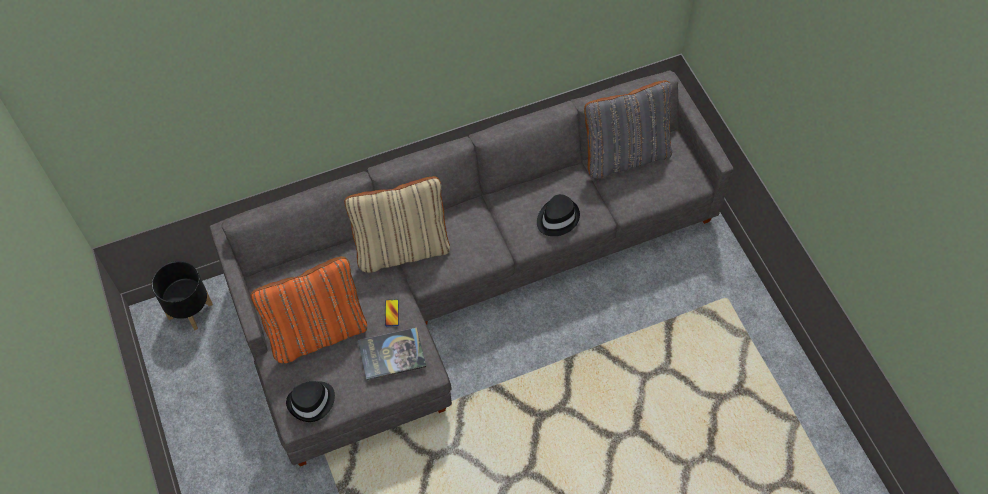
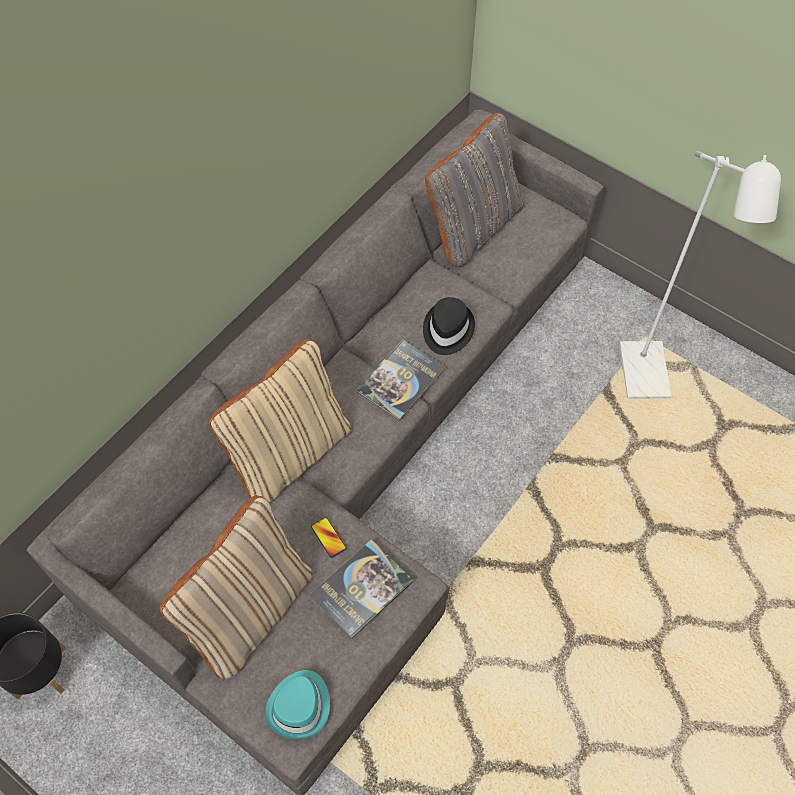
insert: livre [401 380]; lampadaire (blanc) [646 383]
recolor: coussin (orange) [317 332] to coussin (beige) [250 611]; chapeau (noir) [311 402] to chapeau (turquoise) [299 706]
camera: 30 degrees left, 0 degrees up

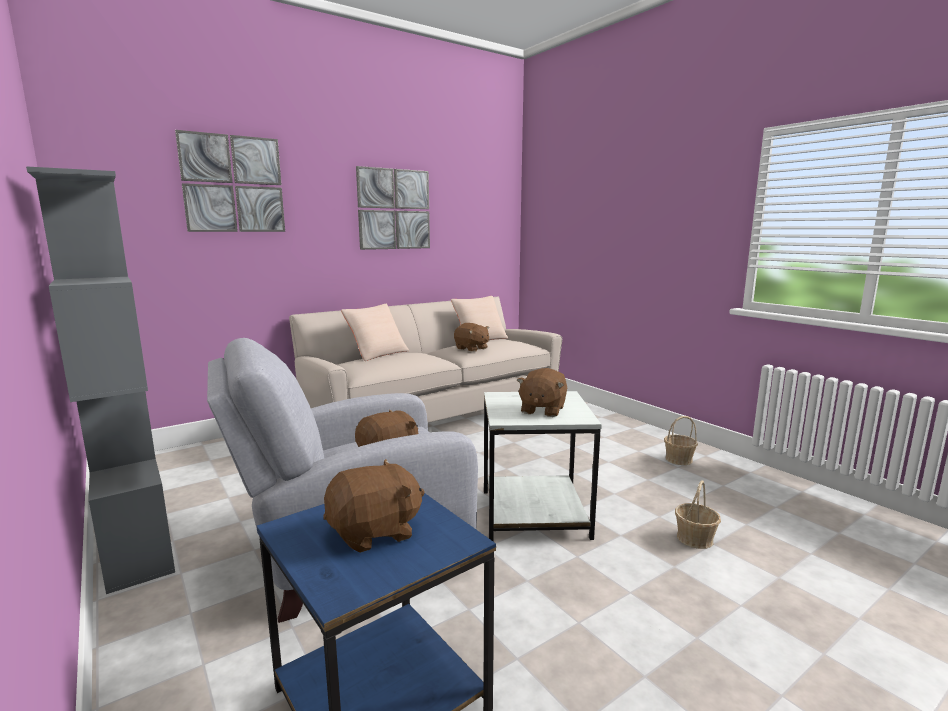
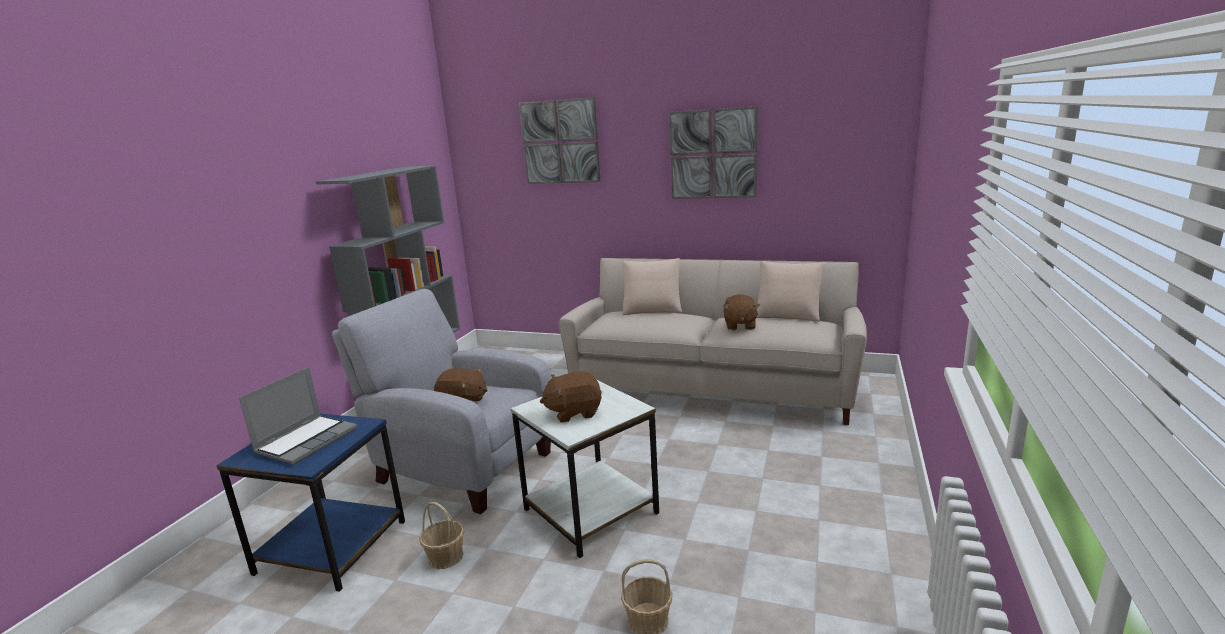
move: panier [678 459] to [445 556]
replace: peluche (marron) [375 532] to ordinateur portable [307 440]
camera: 55 degrees right, 5 degrees up

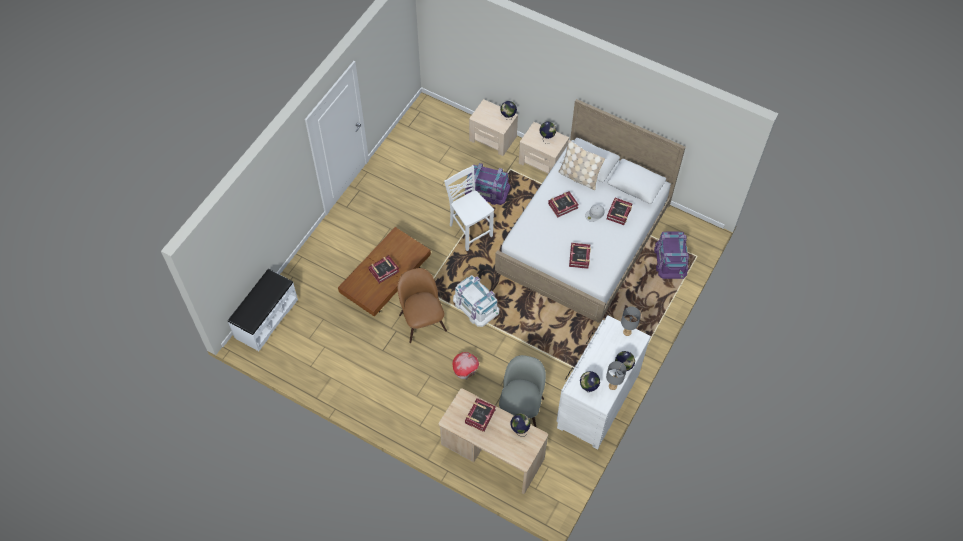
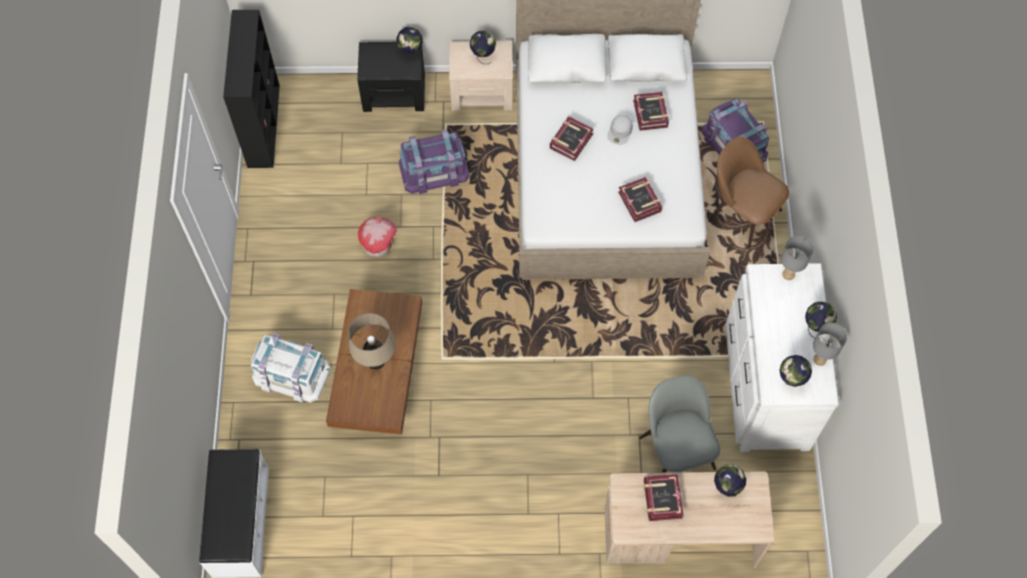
delete: chaise (blanc) [470 230]; coussin (beige) [579 177]
insert: bibliothèque (noir) [263 125]
move: chaise (marron) [422 321] to [742 213]; maison miniature [465 370] to [378 243]; boîte de rangement (blanc) [476 305] to [292 373]
replace: livre [384 270] to lampe de table (beige) [376 361]
recolor: table de chevet (beige) [493 138] to table de chevet (noir) [394 92]
camera: 30 degrees left, 5 degrees up

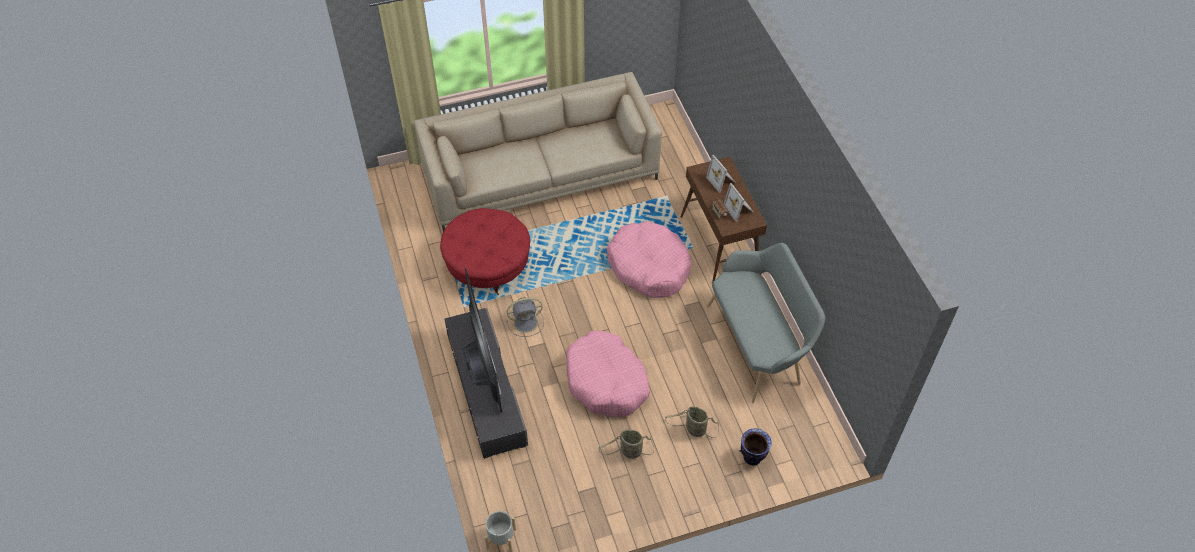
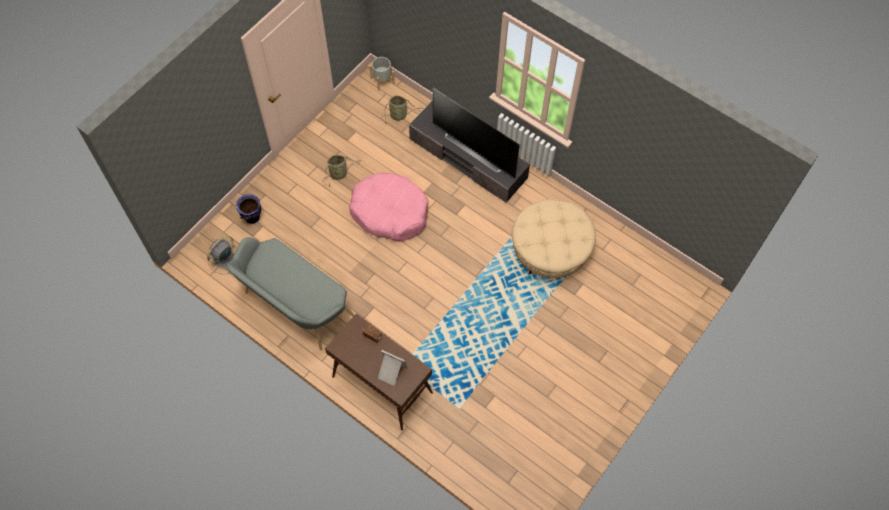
delete: canapé (beige) [540 175]; panier pour chien (rose) [649 266]; cadre photo [739 209]
move: ventilateur (gris) [526 322] to [223 259]; panier [694 429] to [399 115]
recolor: pouf (rouge) [488 265] to pouf (beige) [550 250]
camera: 145 degrees right, 10 degrees up

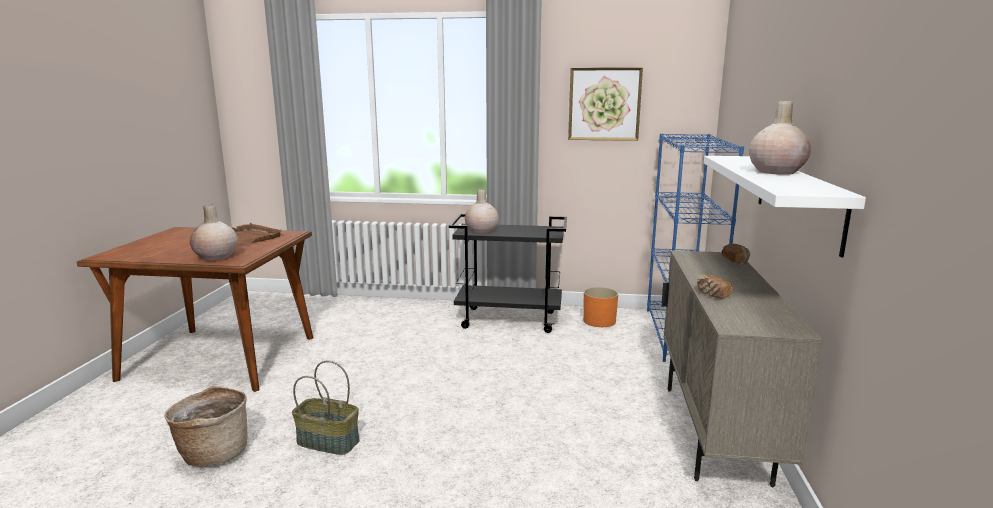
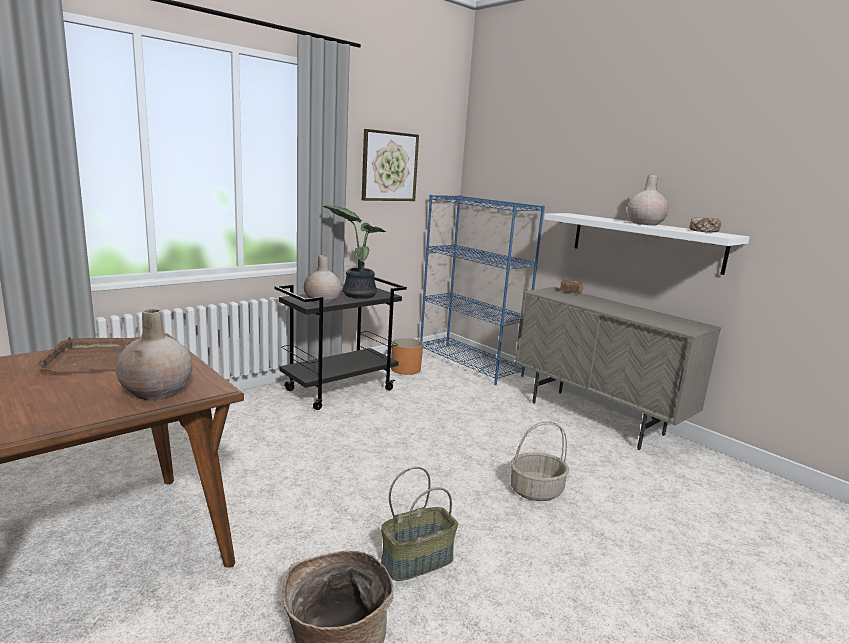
insert: plante en pot [358 294]; panier [536 490]
move: pain [712 294] to [703 231]
camera: 50 degrees left, 0 degrees up

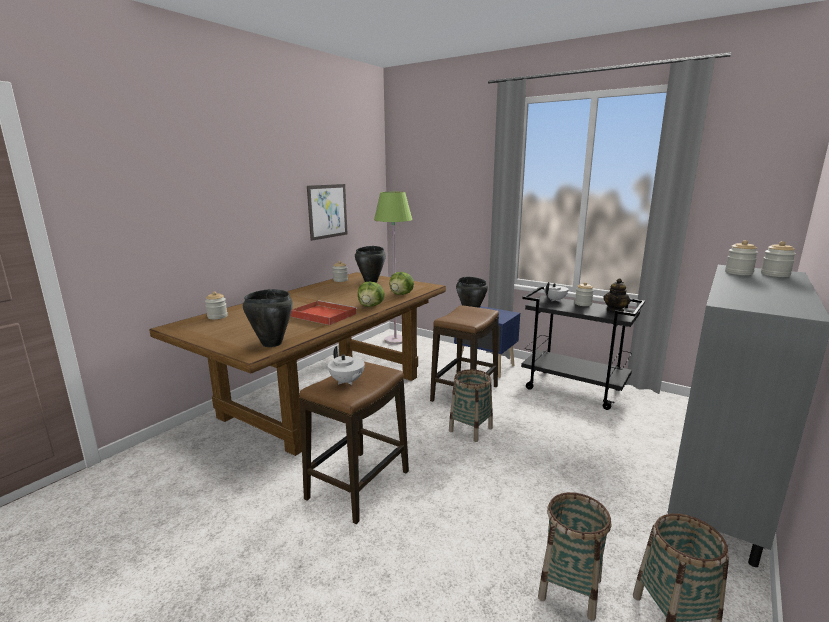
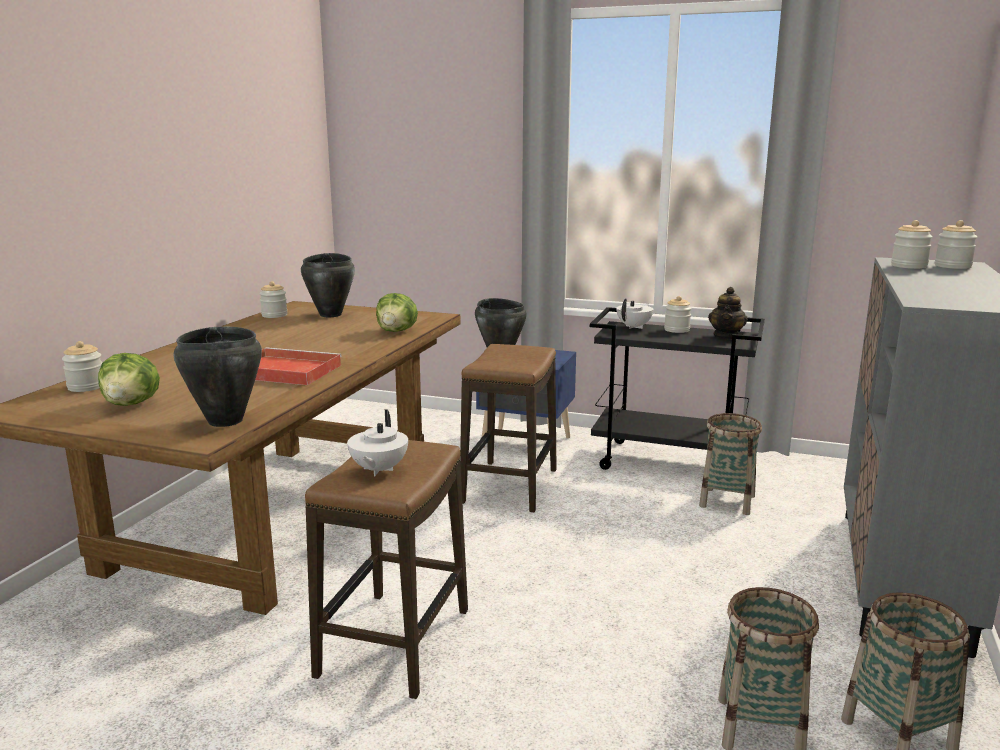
delete: tableau [327 211]; lampadaire (vert) [395 340]
move: laitue [371 306] to [132 404]; panier [470 429] to [727 501]
rotate: théière (blanc) [347 382] = [378 470] 60 degrees clockwise
camera: 15 degrees left, 0 degrees up

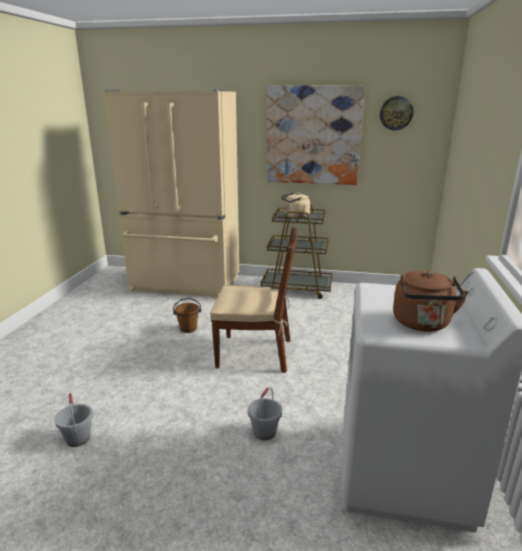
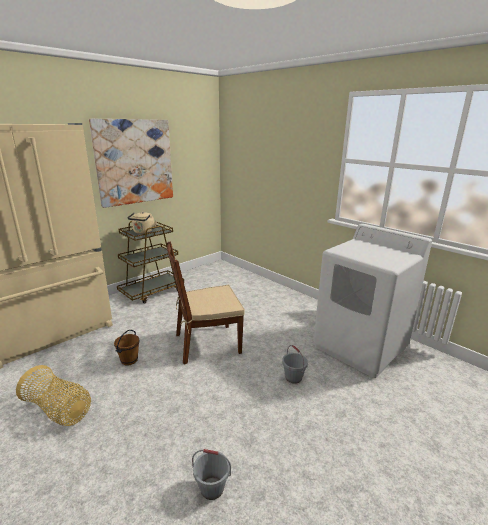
delete: horloge murale [396 113]; bouilloire (marron) [422 324]
insert: panier [59 410]
rotate: chaise (marron) [255 353] = [207 344] 150 degrees counterclockwise
camera: 55 degrees left, 0 degrees up

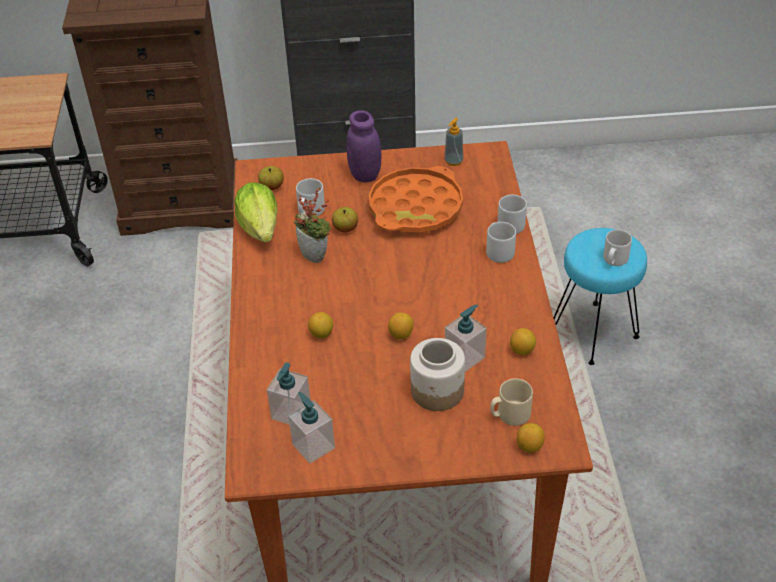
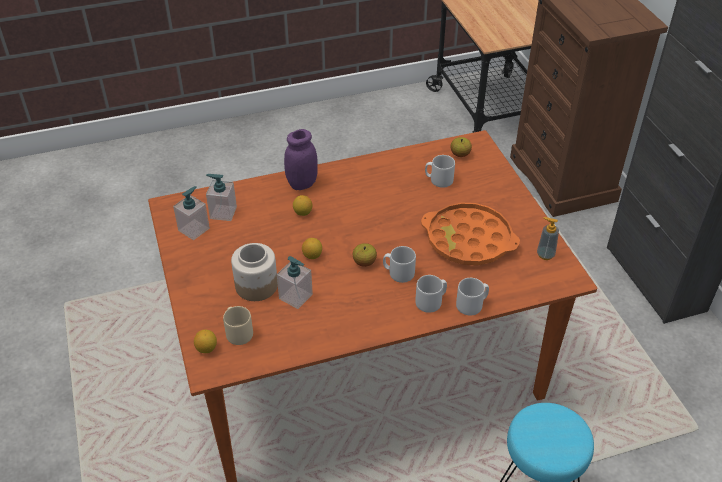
delete: laitue [260 228]; plante en pot [316 255]; citron [522 350]
move: pomme [345 228] to [364 262]; bocal (violet) [365 175] to [302 183]; mug (gris) [614 260] to [398 273]
camera: 75 degrees right, 0 degrees up

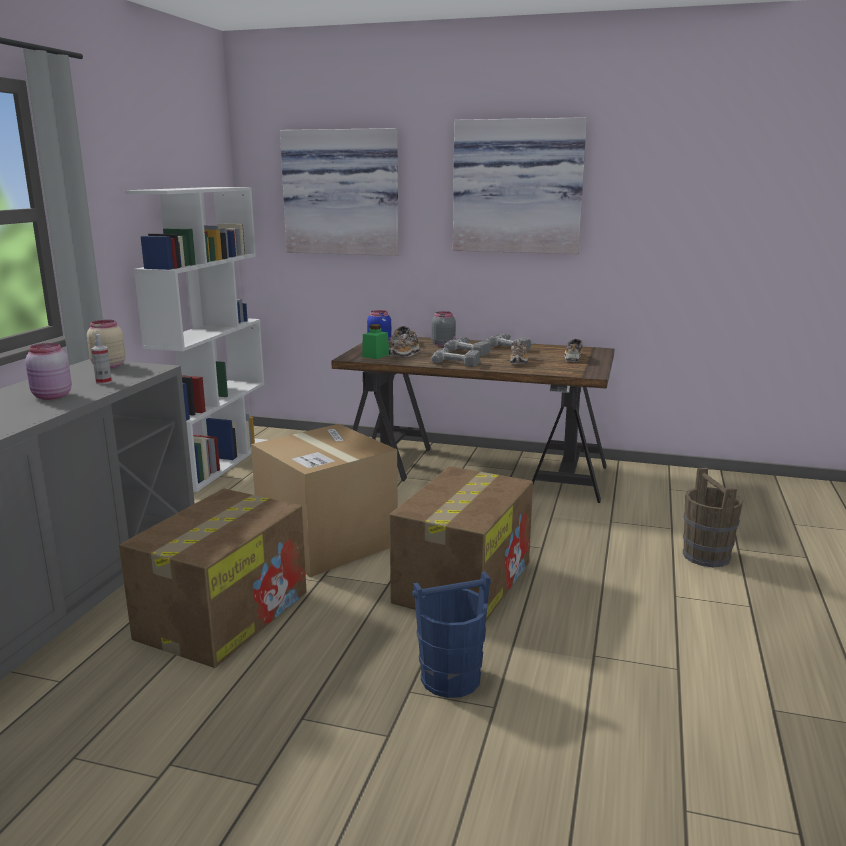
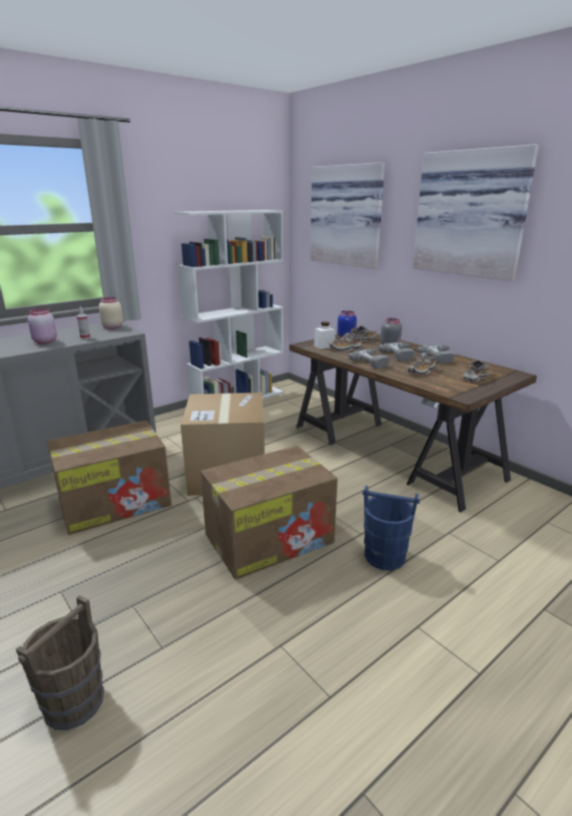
move: seau (bleu) [451 678] to [385 556]; seau (marron) [706 556] to [73 702]
recolor: bocal (vert) [375 355] to bocal (blanc) [324 346]
camera: 35 degrees right, 5 degrees up

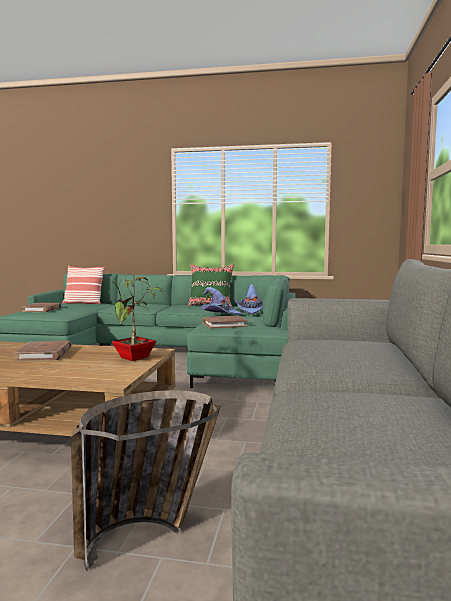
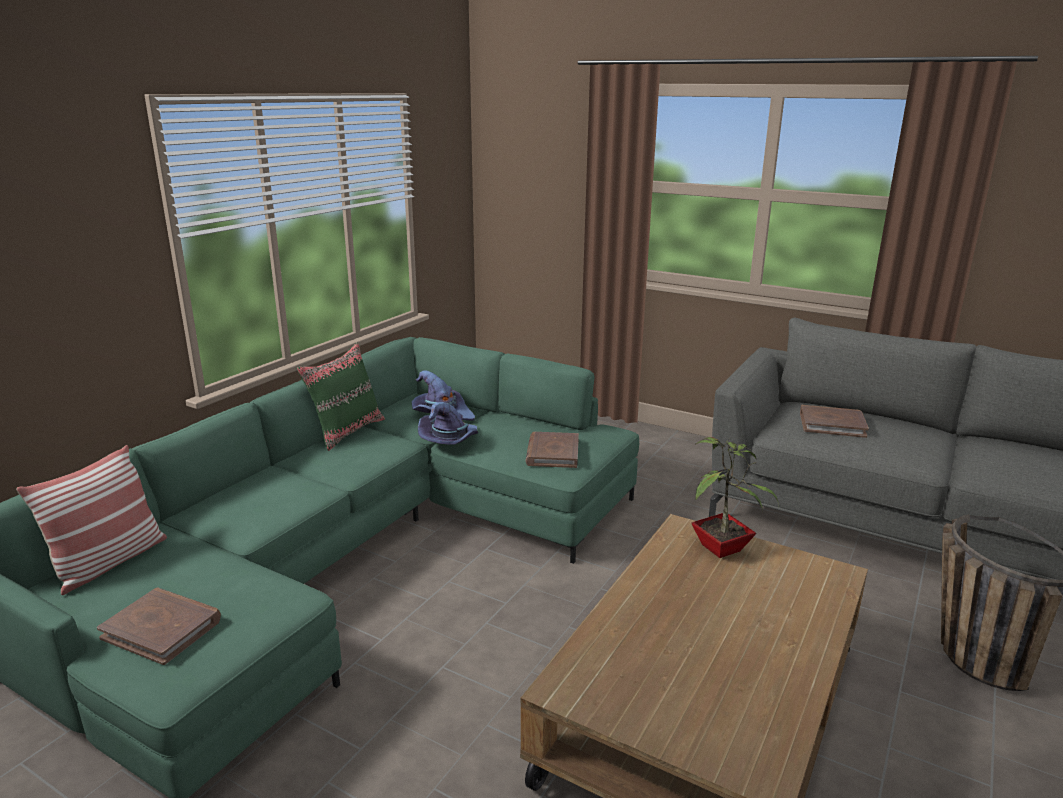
move: livre (marron) [44 354] to [832 424]
camera: 70 degrees left, 15 degrees up

